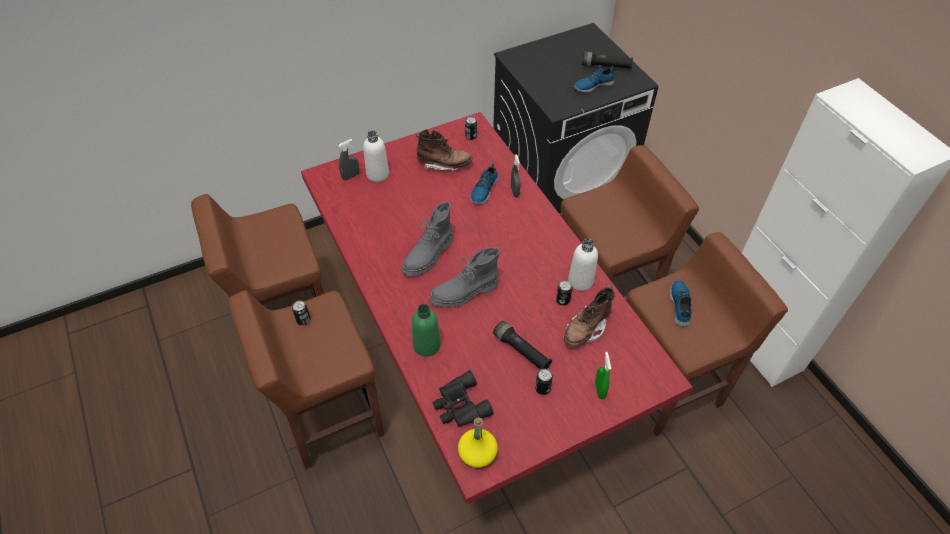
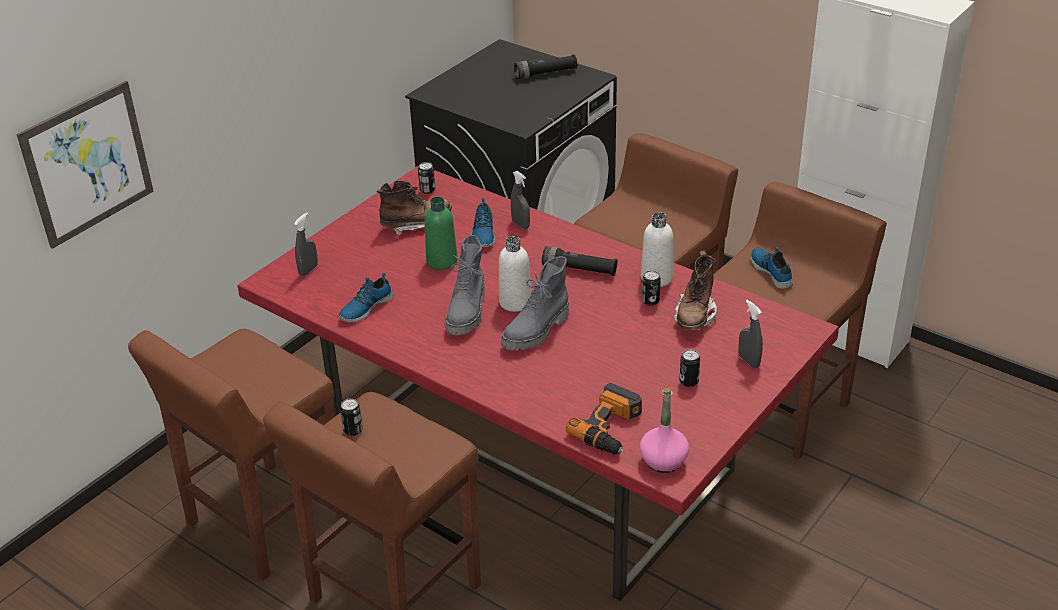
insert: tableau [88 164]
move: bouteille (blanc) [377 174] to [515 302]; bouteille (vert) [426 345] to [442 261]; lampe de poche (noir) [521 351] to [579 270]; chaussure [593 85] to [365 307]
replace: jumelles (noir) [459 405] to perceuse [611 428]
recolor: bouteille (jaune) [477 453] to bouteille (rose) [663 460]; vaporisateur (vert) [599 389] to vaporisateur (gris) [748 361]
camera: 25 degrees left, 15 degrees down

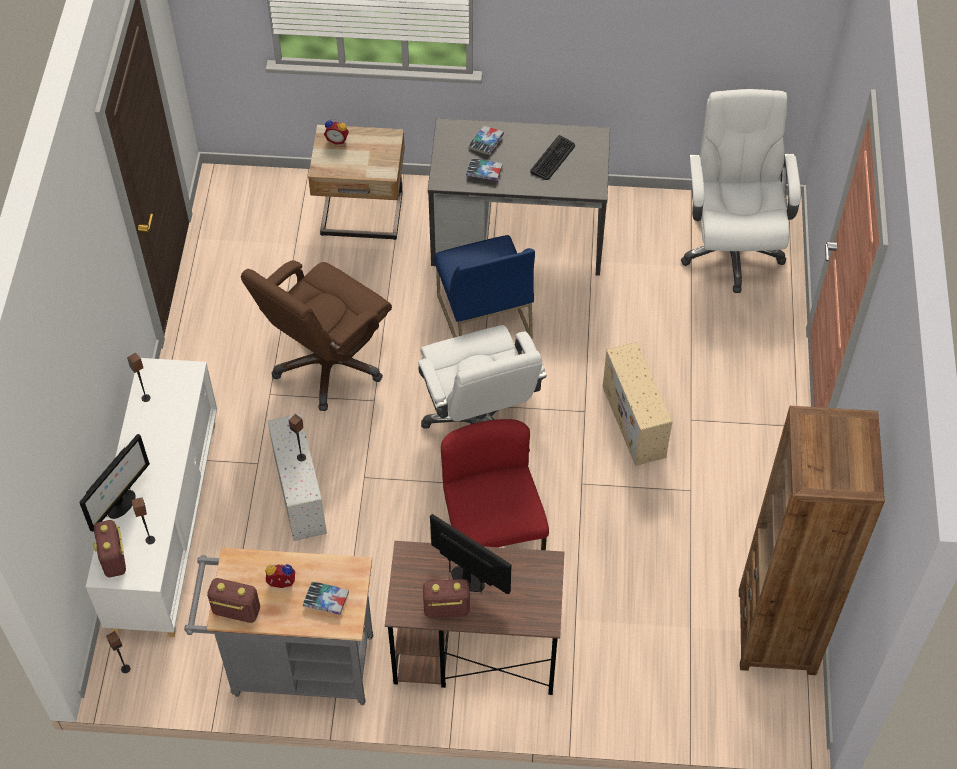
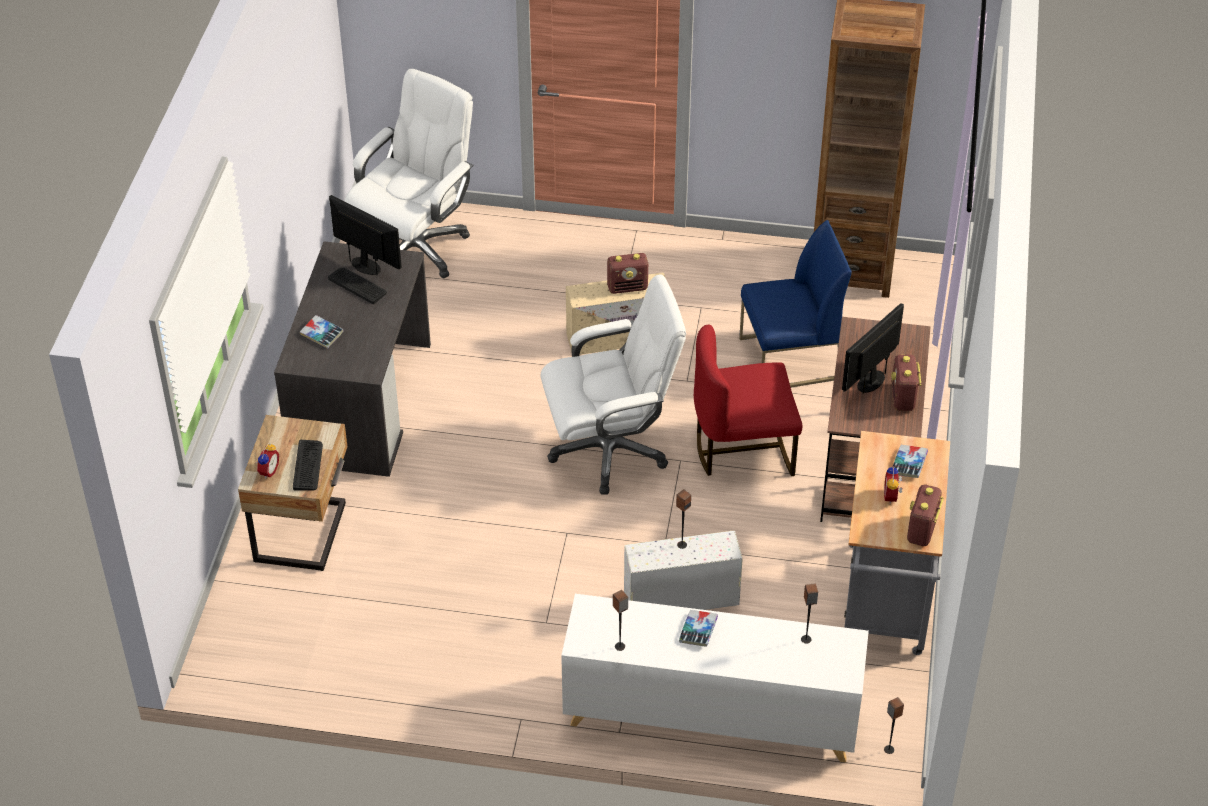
delete: chaise de bureau (marron) [327 365]
insert: clavier [308 466]
move: écran d'ordinateur [121 505] to [366 266]; radio [114 559] to [627 287]; chaise (bleu) [483 316] to [789 359]; livre [484 172] to [698 631]
rotate: chaise de bureau (blanc) [731 249] = [415 247] 120 degrees clockwise
camera: 85 degrees left, 10 degrees down

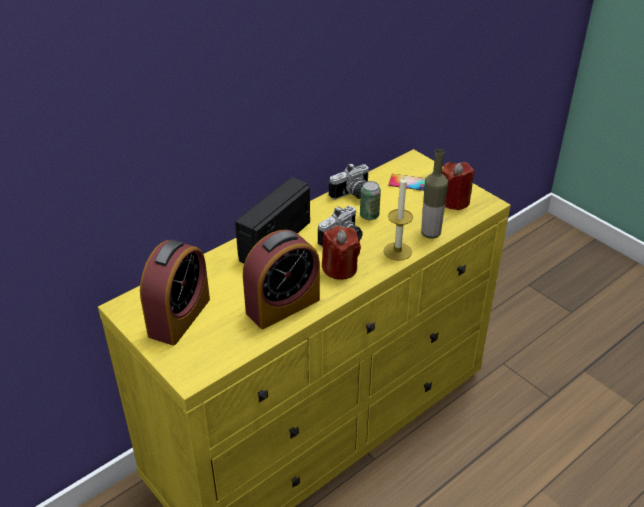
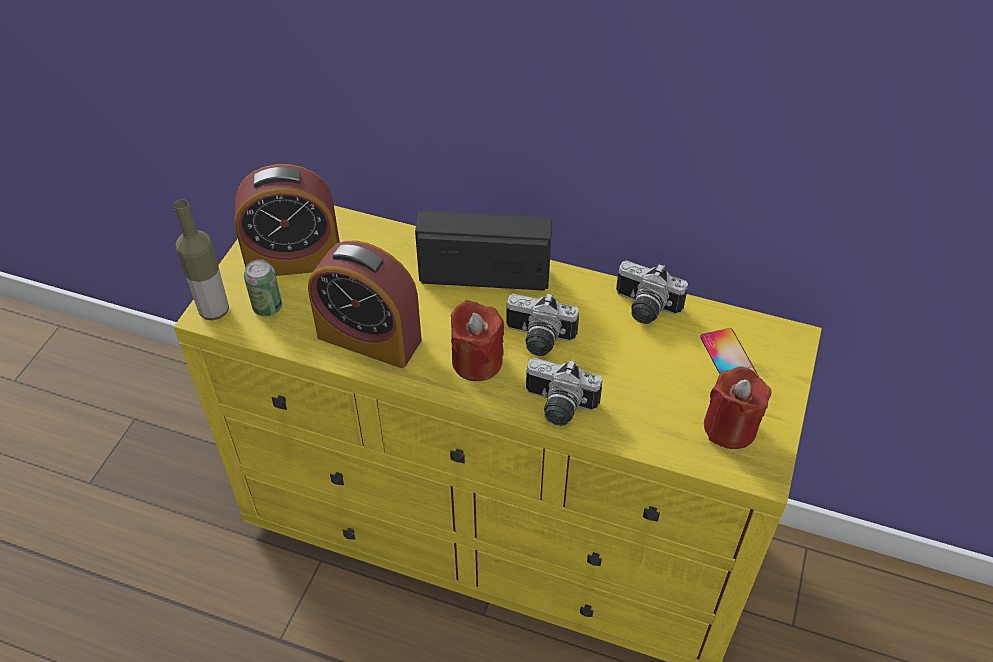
move: boîte métallique [369 216] to [267 307]; bouteille [430 233] to [214 310]
replace: bougie [397 251] to appareil photo [558 407]
camera: 60 degrees right, 10 degrees up

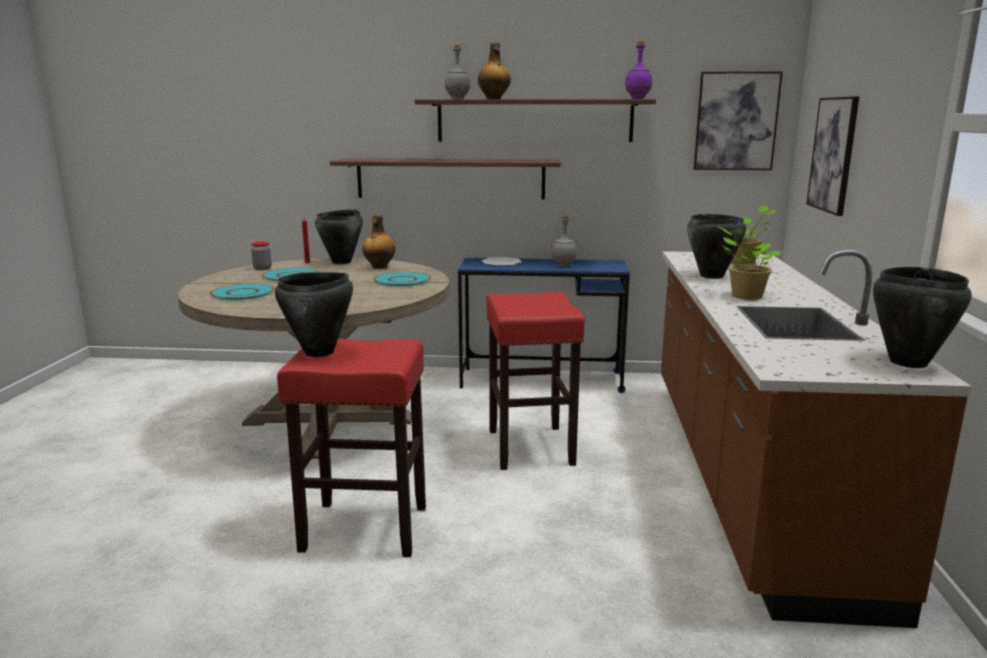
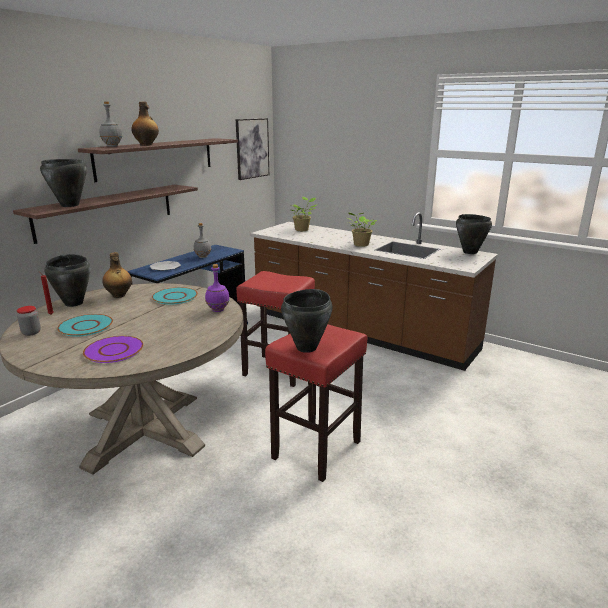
delete: tableau [833 154]
move: bouteille (violet) [637 98] to [217 310]; marmite (noir) [711 276] to [70 205]
recolor: assiette (turquoise) [243 293] to assiette (violet) [113 350]
camera: 60 degrees left, 5 degrees up

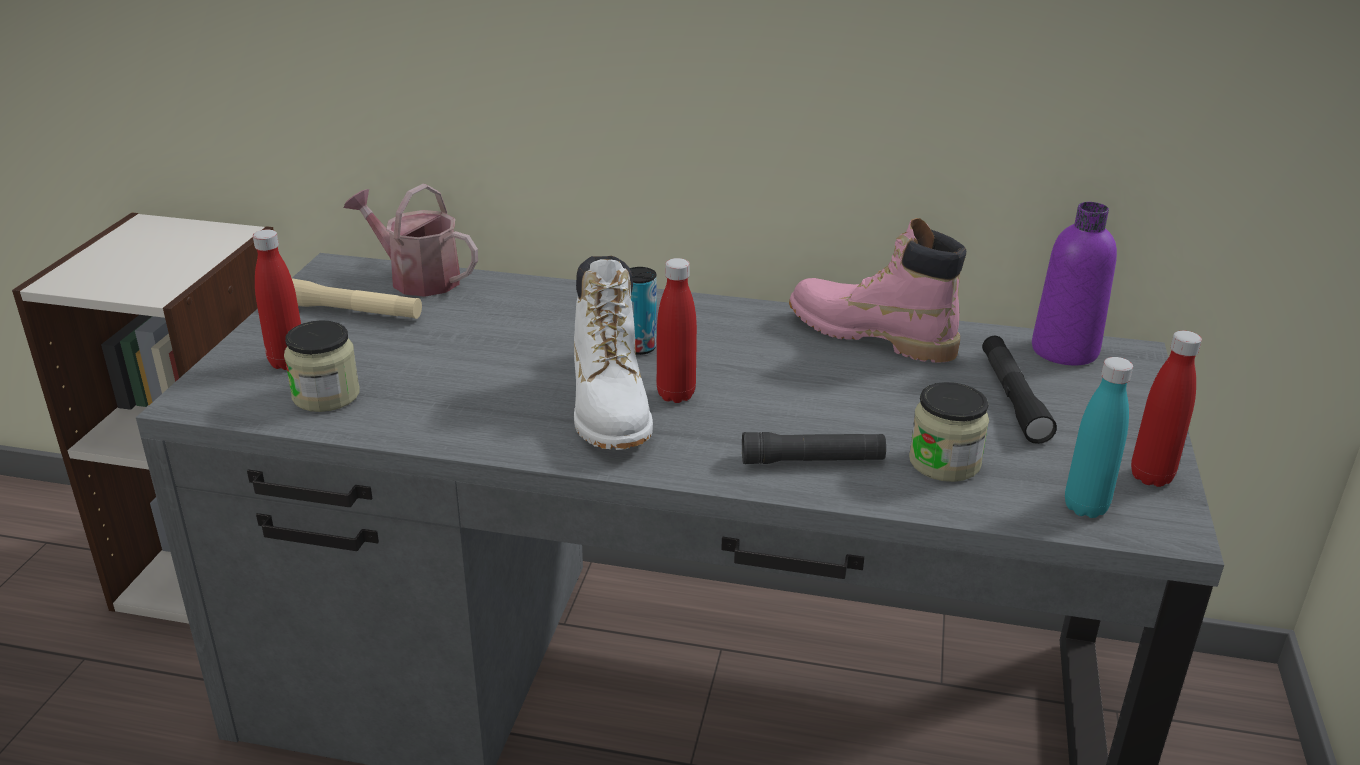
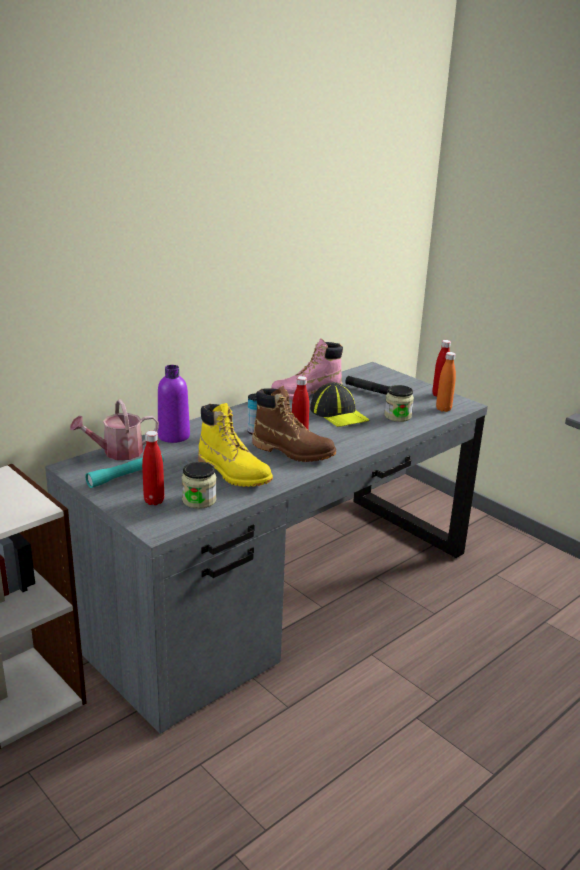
delete: lampe de poche (noir) [812 460]
insert: botte (jaune) [234 473]; casquette [339 414]
move: bouteille (violet) [1064 350] to [174 436]
recolor: lampe de poche (beige) [351 311] to lampe de poche (turquoise) [126 475]; botte (blanc) [610 409] to botte (marron) [293 451]; bouteille (turquoise) [1085 507] to bouteille (orange) [443 409]
camera: 55 degrees left, 5 degrees down

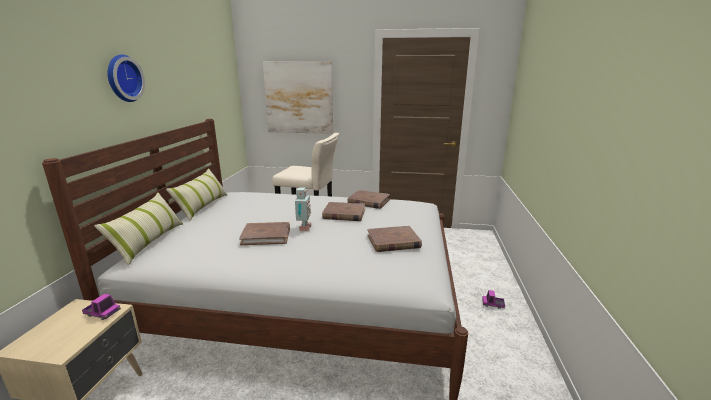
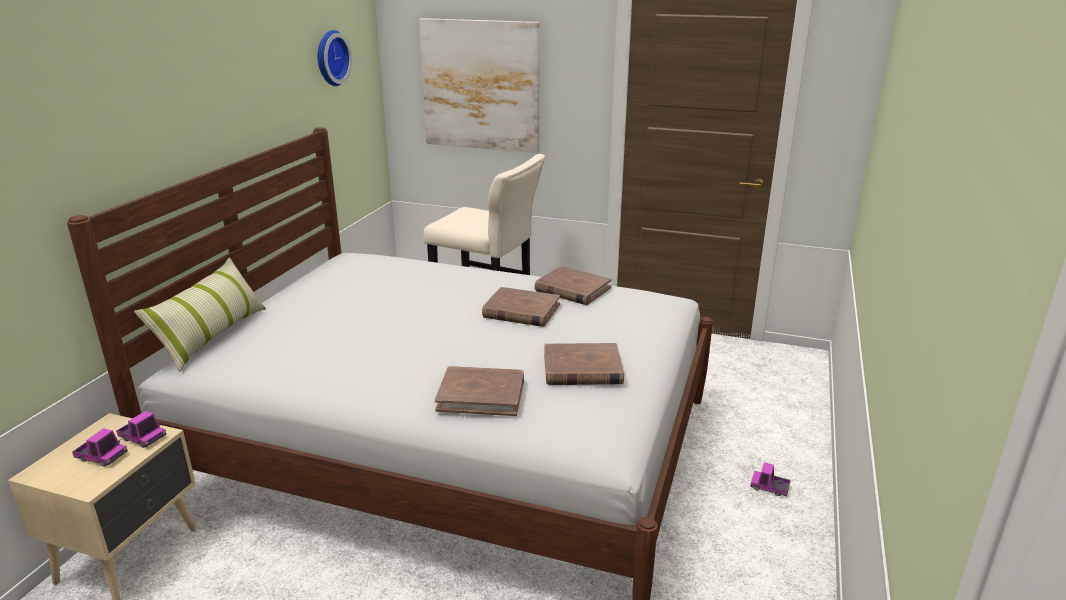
delete: coussin [202 206]; robot jouet [303 228]
insert: camion jouet [101 457]
move: horloge murale [122 78] to [330 58]; livre (marron) [266 236] to [481 395]
camera: 10 degrees right, 5 degrees up

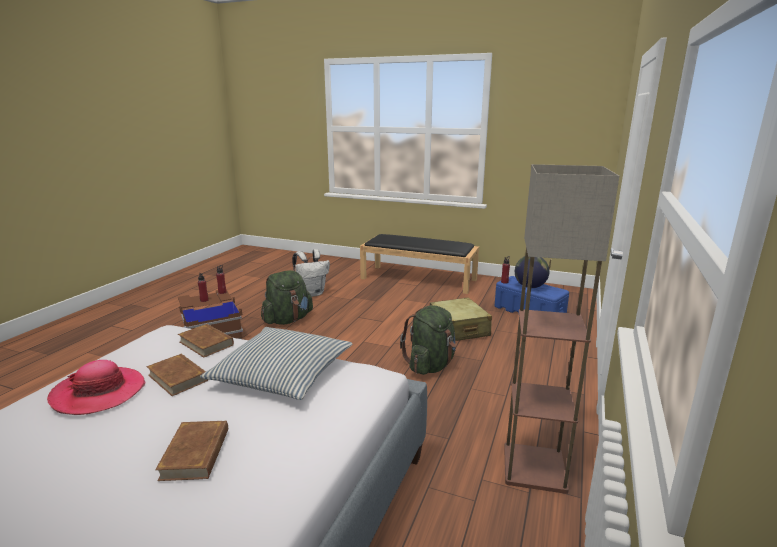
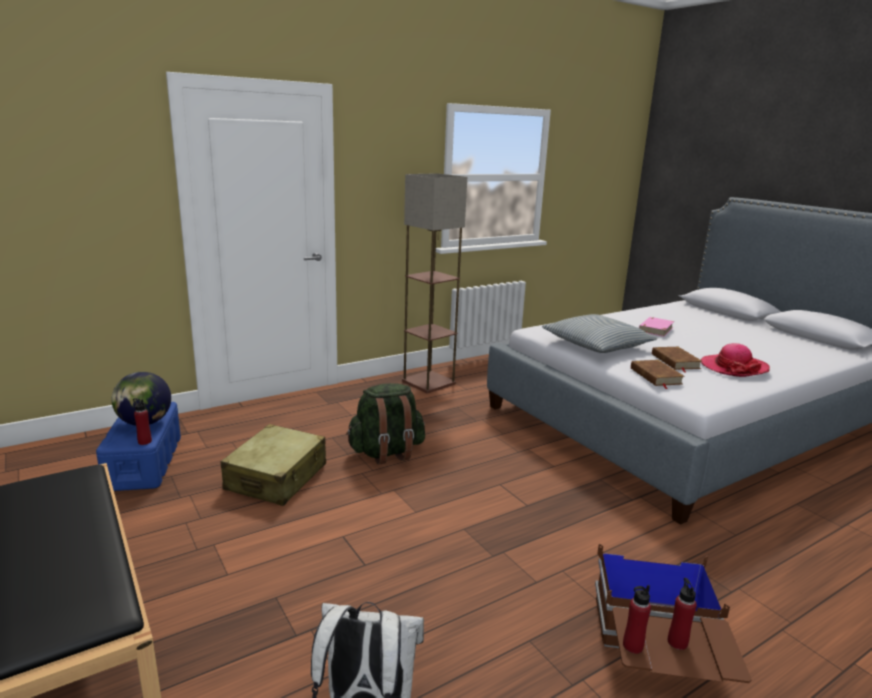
delete: sac à dos (vert) [288 320]
recolor: livre (marron) [196 453] to livre (rose) [655 329]
camera: 145 degrees left, 0 degrees up

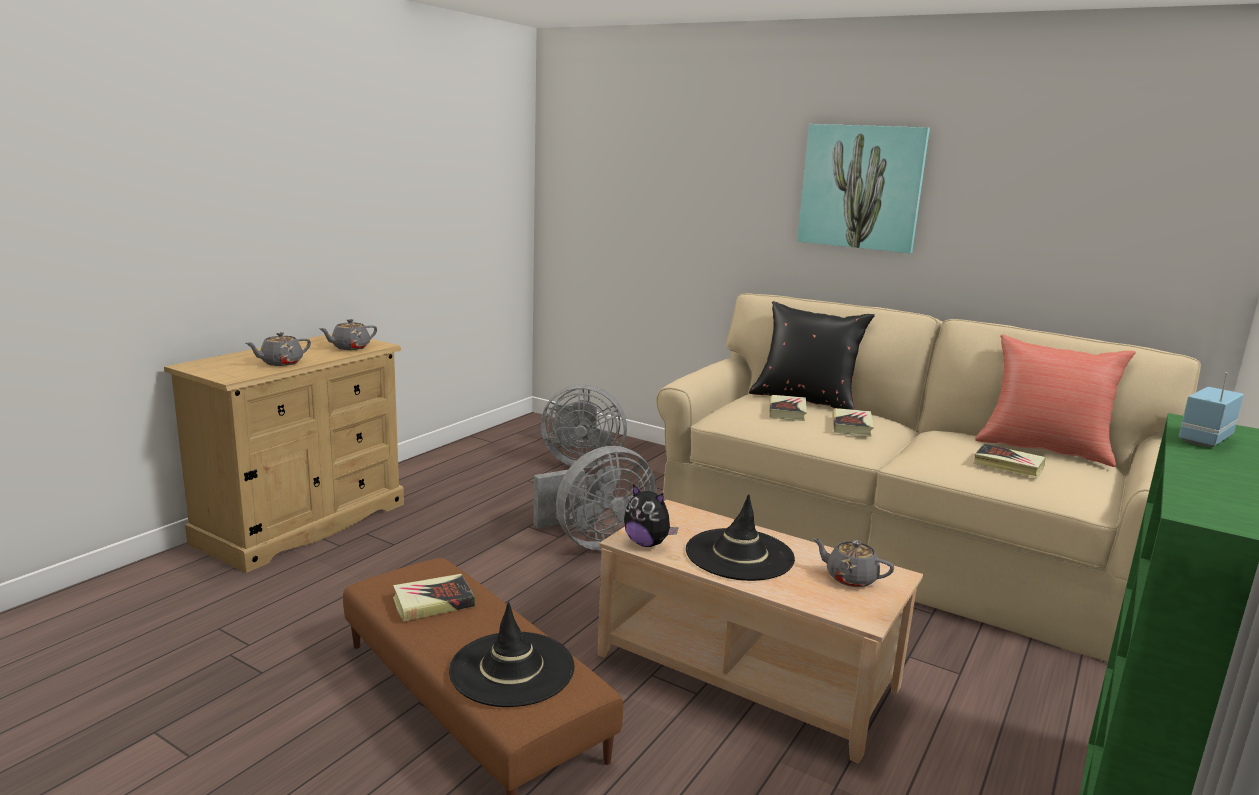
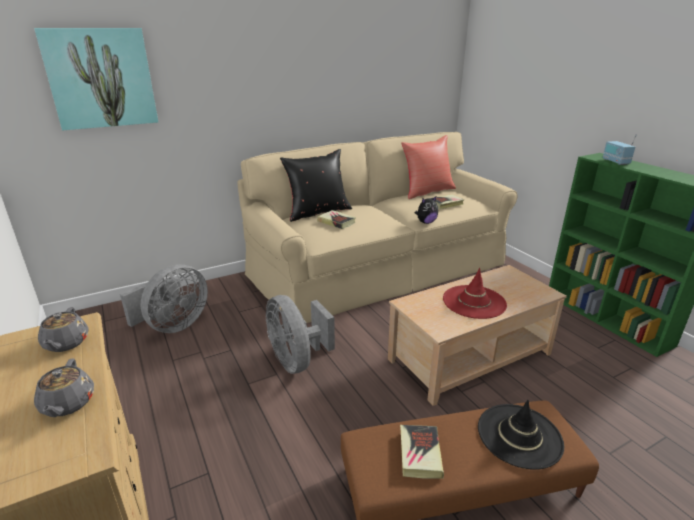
delete: théière (gris) [850 578]; livre [851 426]
move: peluche [647 543] to [426 222]; tableau [861 187] to [101 78]
recolor: chapeau (noir) [739 555] to chapeau (rouge) [474 302]
rotate: ventilateur (gris) [595 542] = [297 360] 150 degrees clockwise
camera: 60 degrees left, 10 degrees up

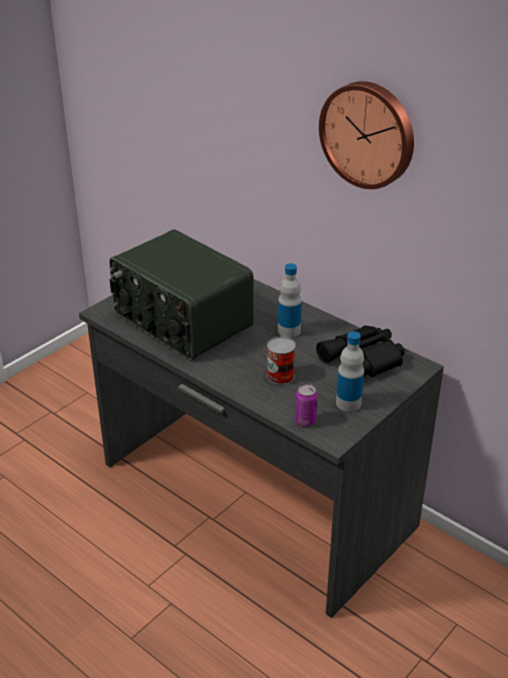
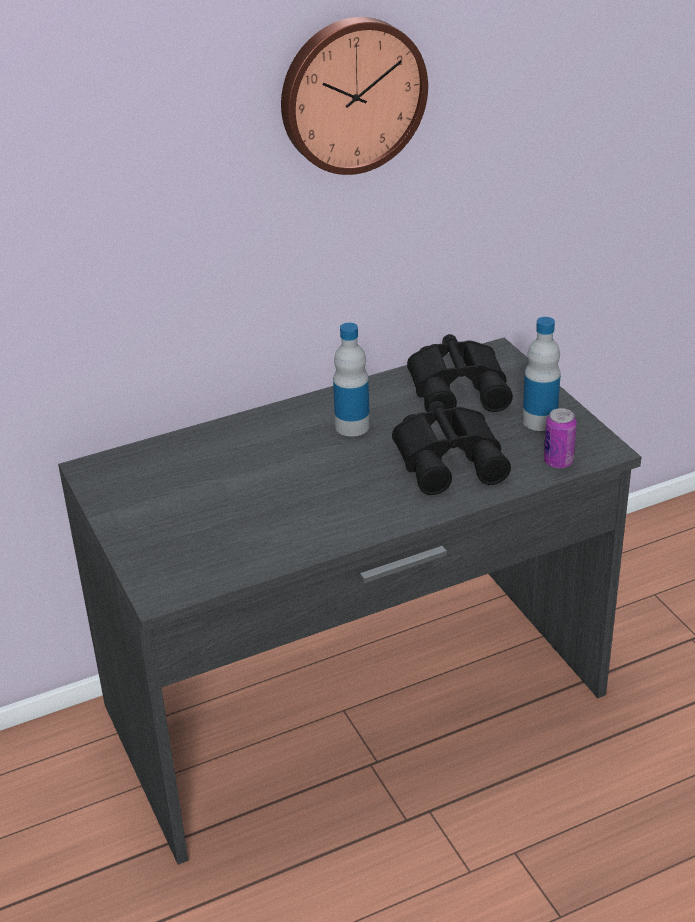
delete: radio [181 321]
replace: boîte métallique [280 376] to jumelles (noir) [451 458]
camera: 65 degrees left, 0 degrees up

